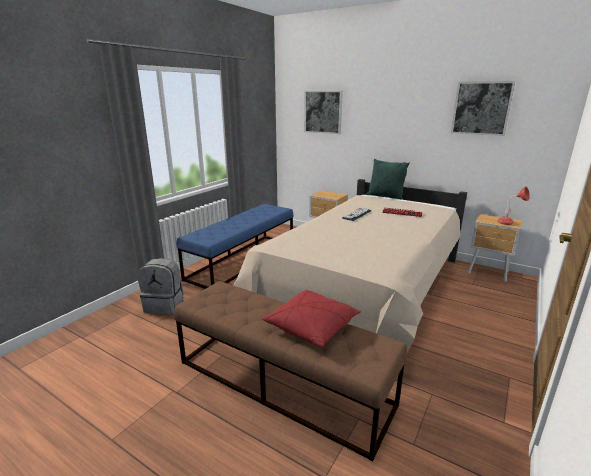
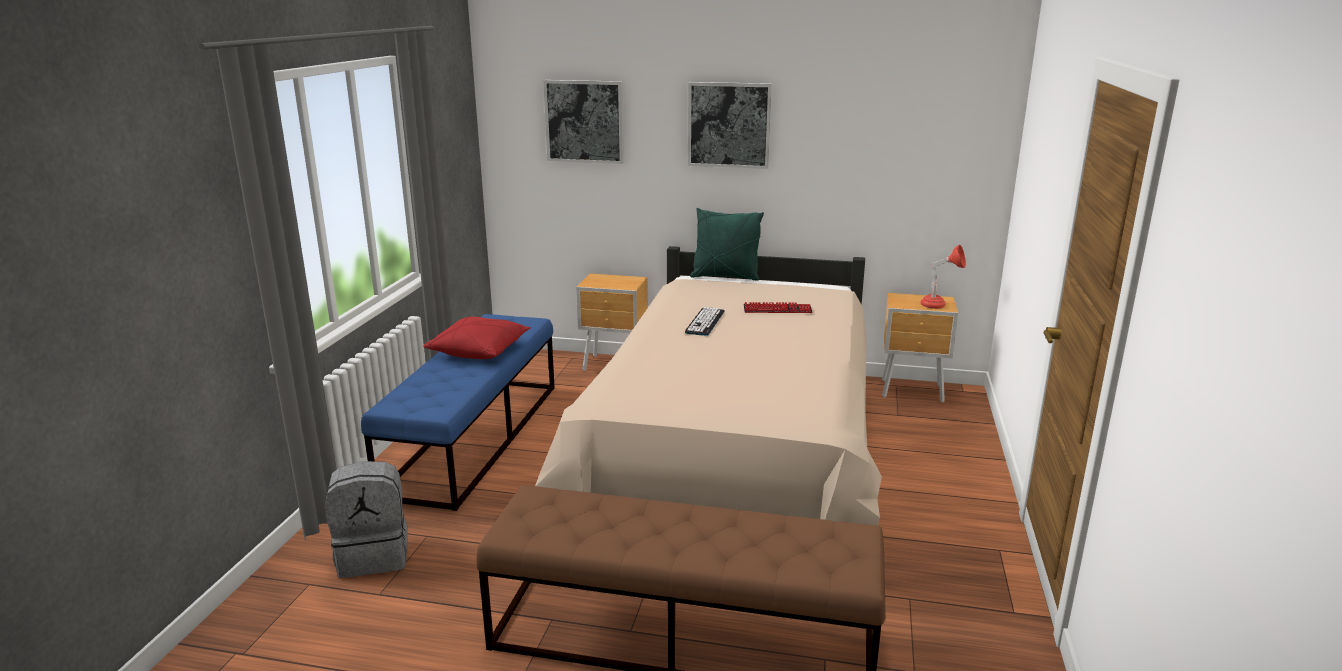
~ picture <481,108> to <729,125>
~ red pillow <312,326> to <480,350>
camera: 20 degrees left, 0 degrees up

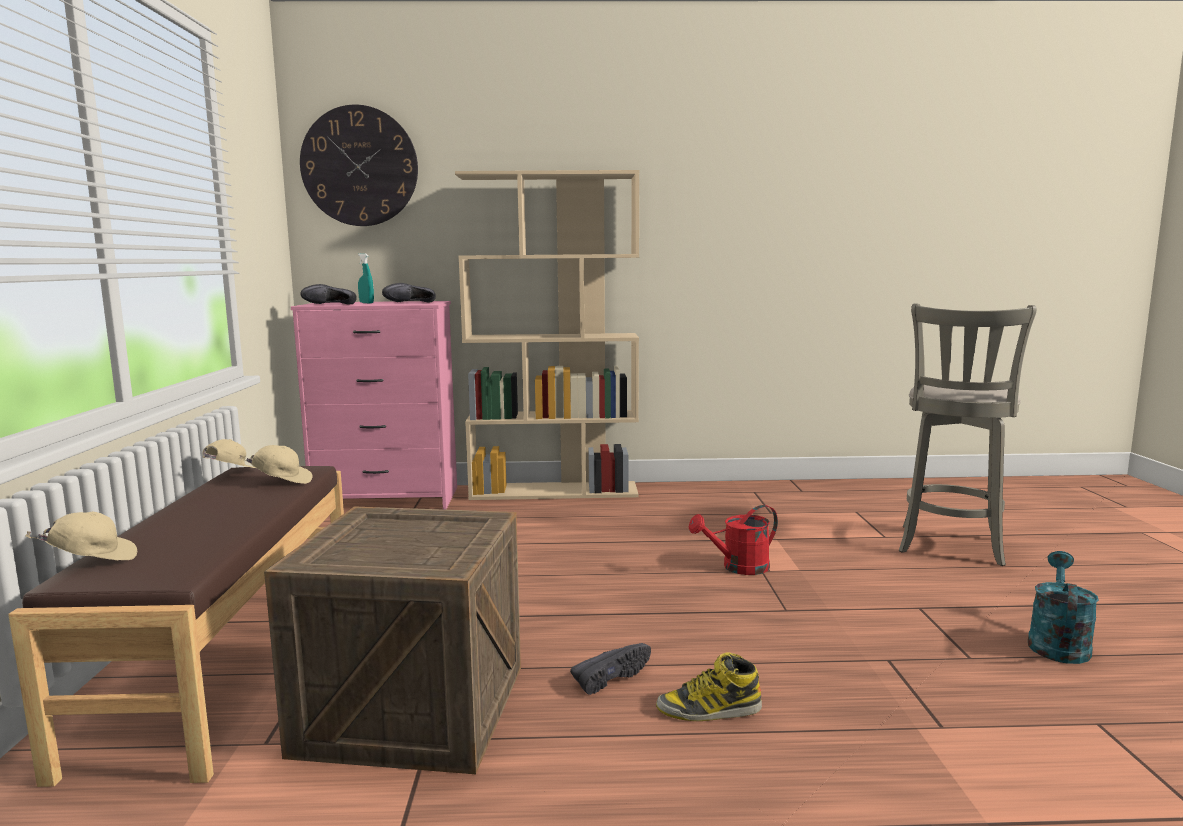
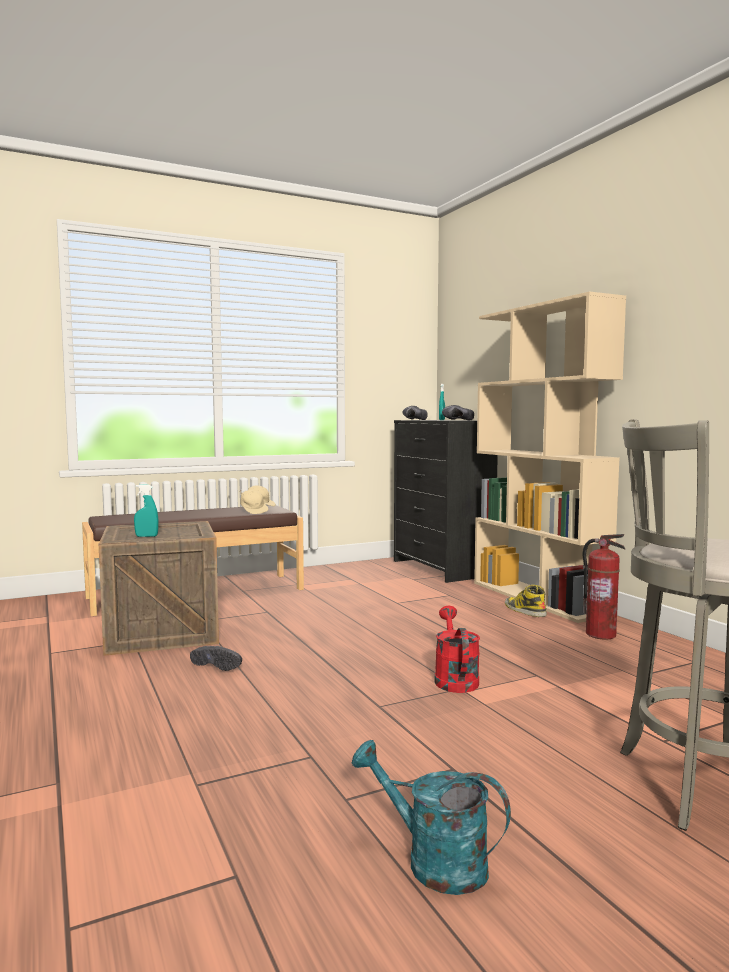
- wall clock <359,166>
~ pink dresser <386,499> to black dresser <441,568>
~ red watering can <738,568> = <454,679> 45 degrees clockwise
- beige cap <93,560>
~ turquoise watering can <1057,643> = <433,861> 150 degrees counterclockwise
~ boot <709,710> to <524,610>
+ turquoise spray bottle <146,536>
+ fire extinguisher <601,634>
camera: 65 degrees right, 5 degrees down

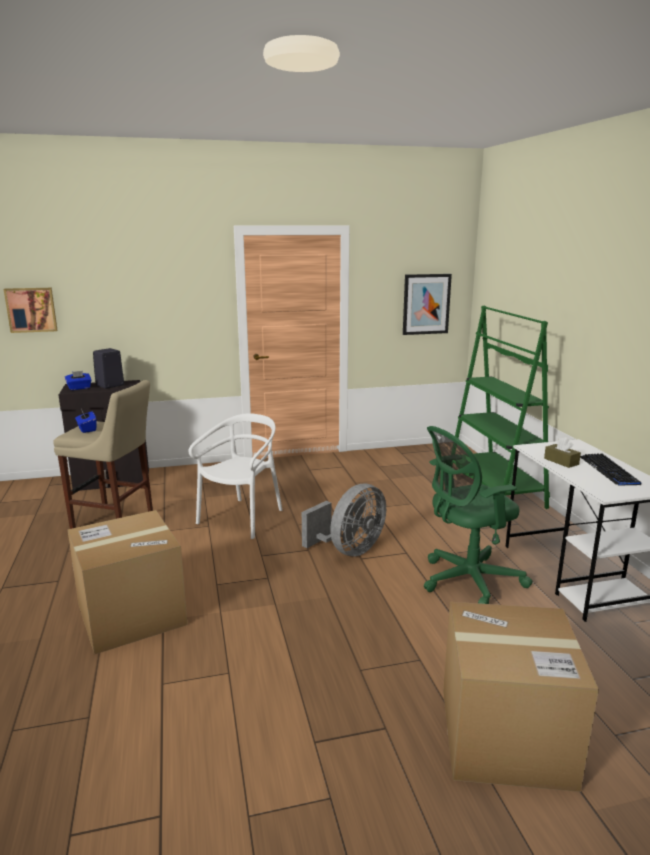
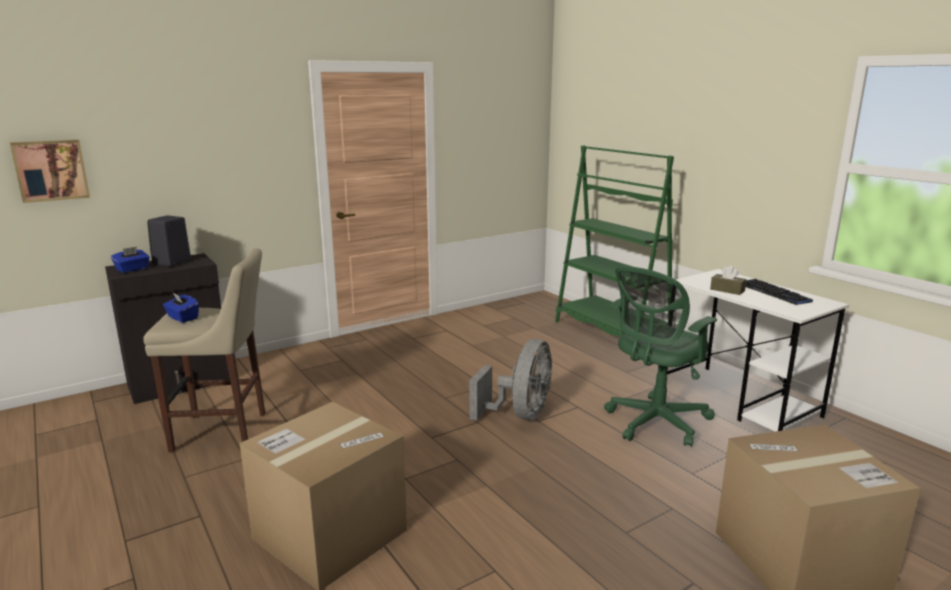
- picture <426,304>
- white chair <242,518>
camera: 20 degrees left, 0 degrees up

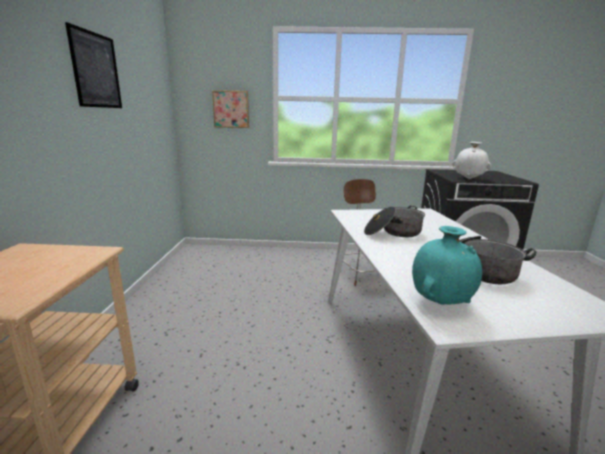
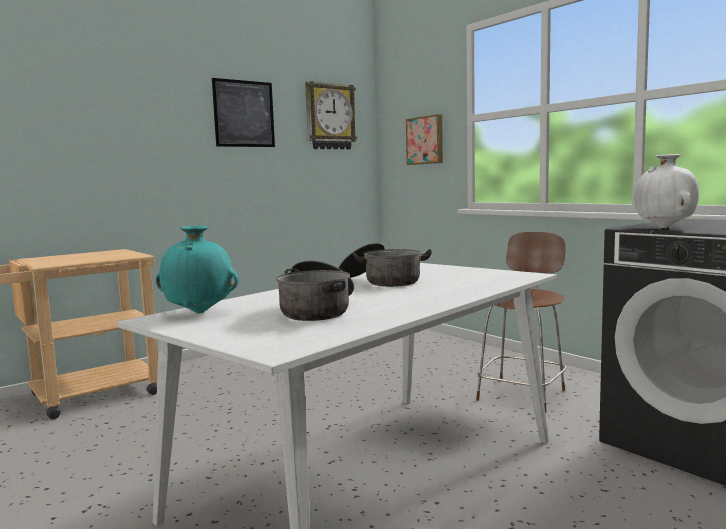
+ wall clock <329,117>
camera: 50 degrees right, 10 degrees down

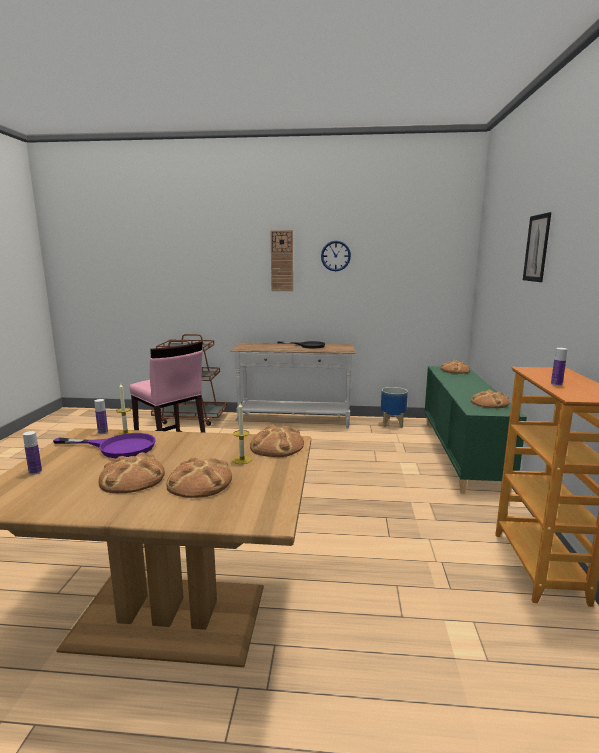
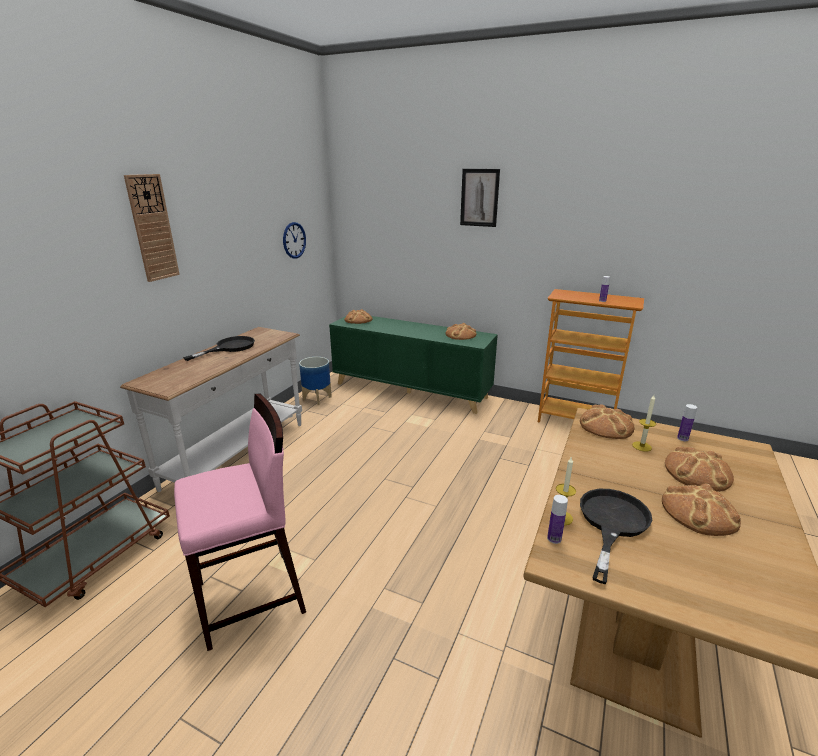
~ wall clock <335,256> to <294,240>
~ bottle <35,472> to <682,438>
~ purple frying pan <118,447> to black frying pan <611,523>
camera: 70 degrees left, 10 degrees up

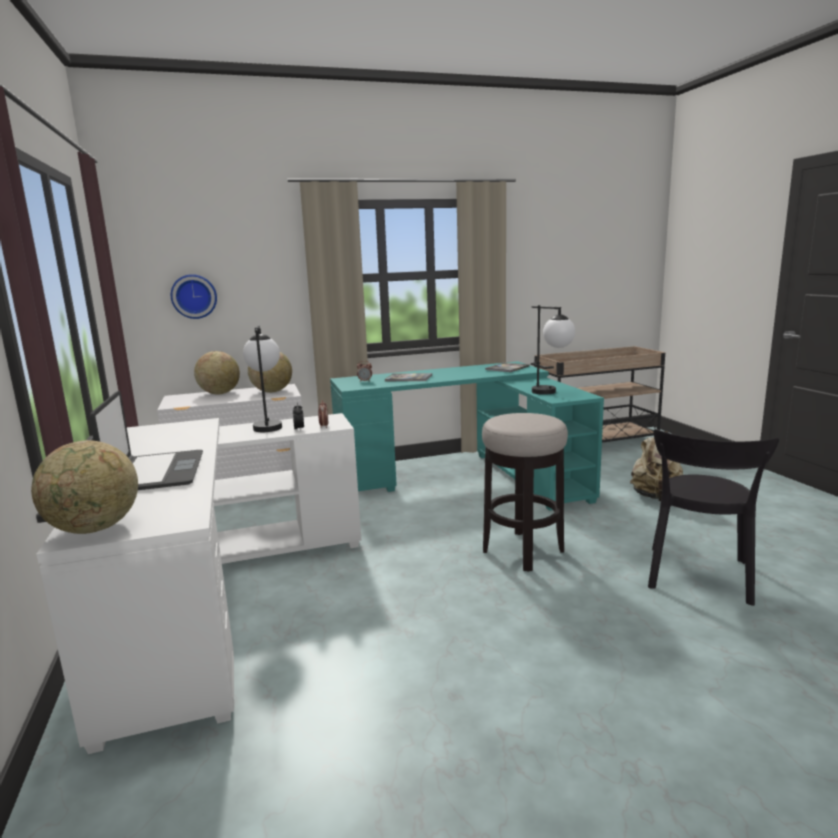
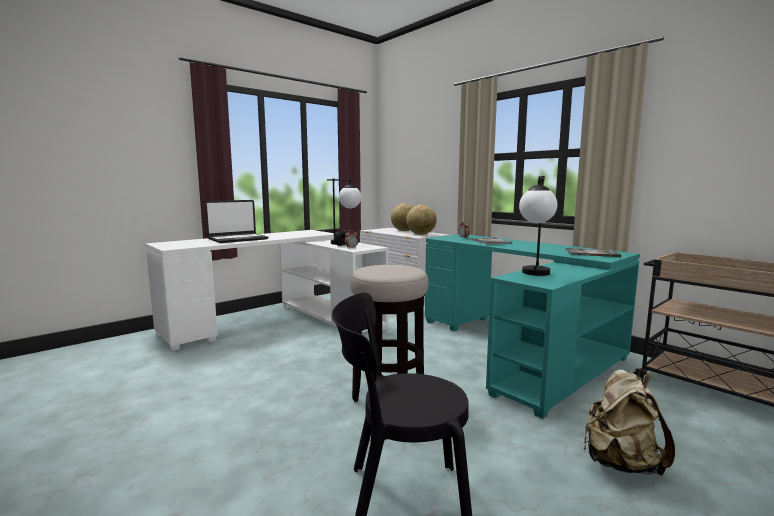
- wall clock <194,296>
- globe <95,529>
camera: 65 degrees right, 5 degrees down

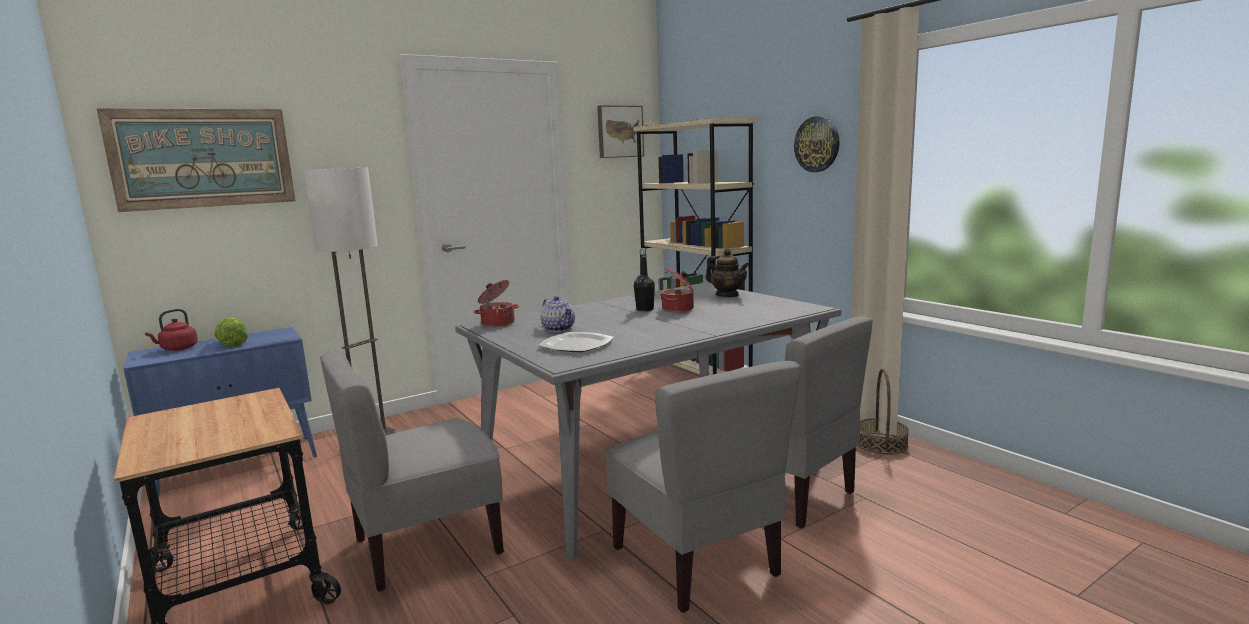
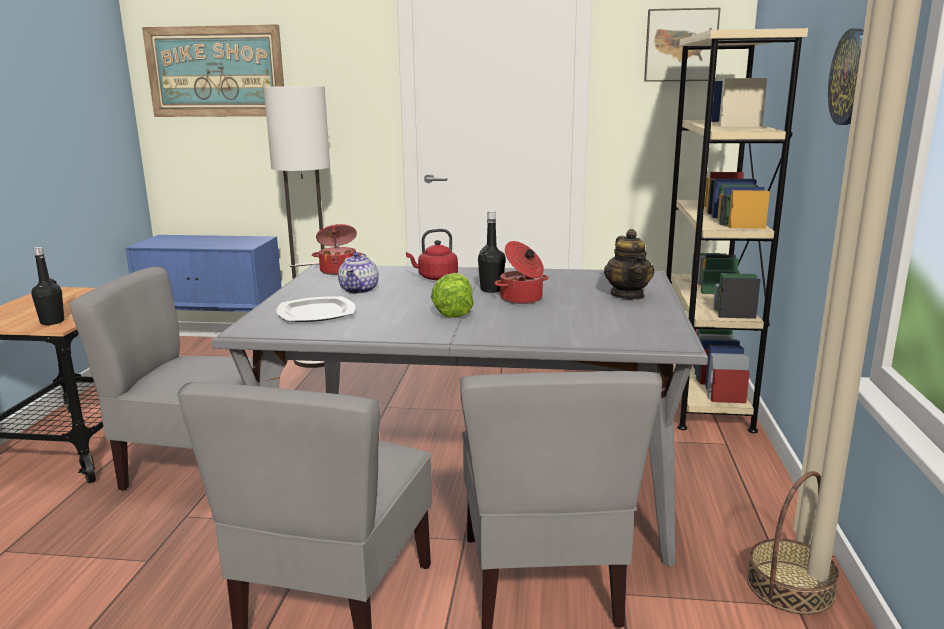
~ red kettle <177,349> to <435,278>
~ lettuce <231,344> to <453,311>
+ black bottle <52,322>
camera: 40 degrees right, 5 degrees up

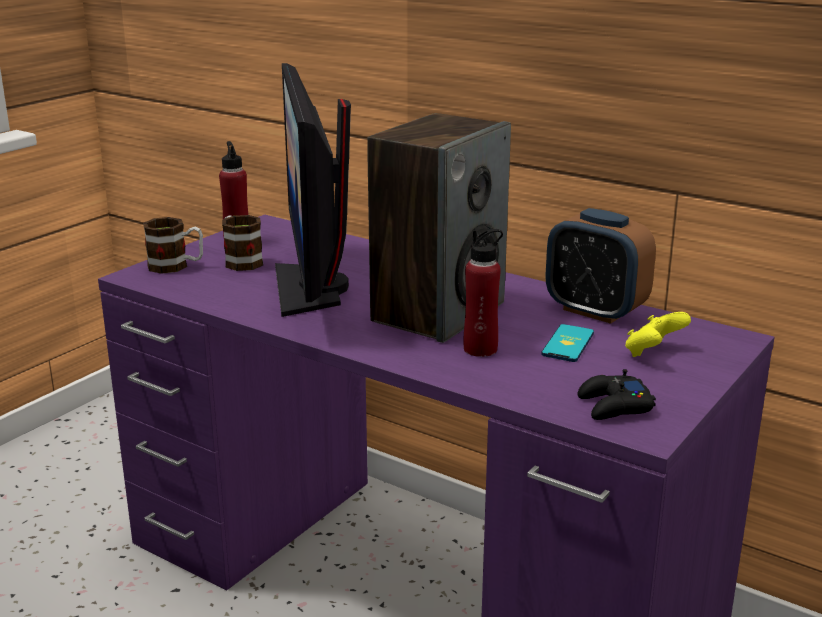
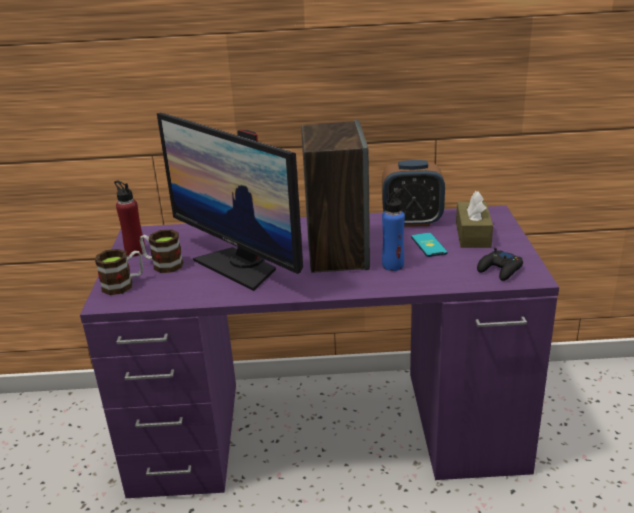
~ red bottle <480,349> to blue bottle <393,265>
~ yellow game controller <653,353> to brown tissue box <473,235>
camera: 35 degrees left, 5 degrees up

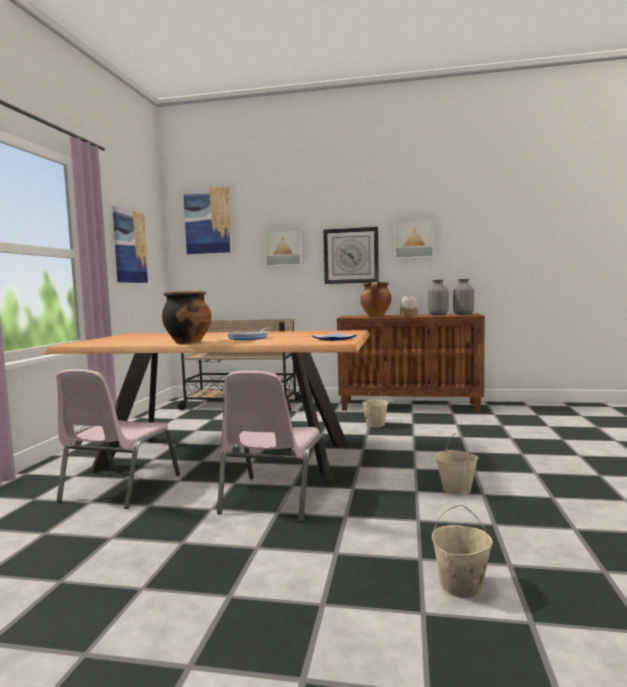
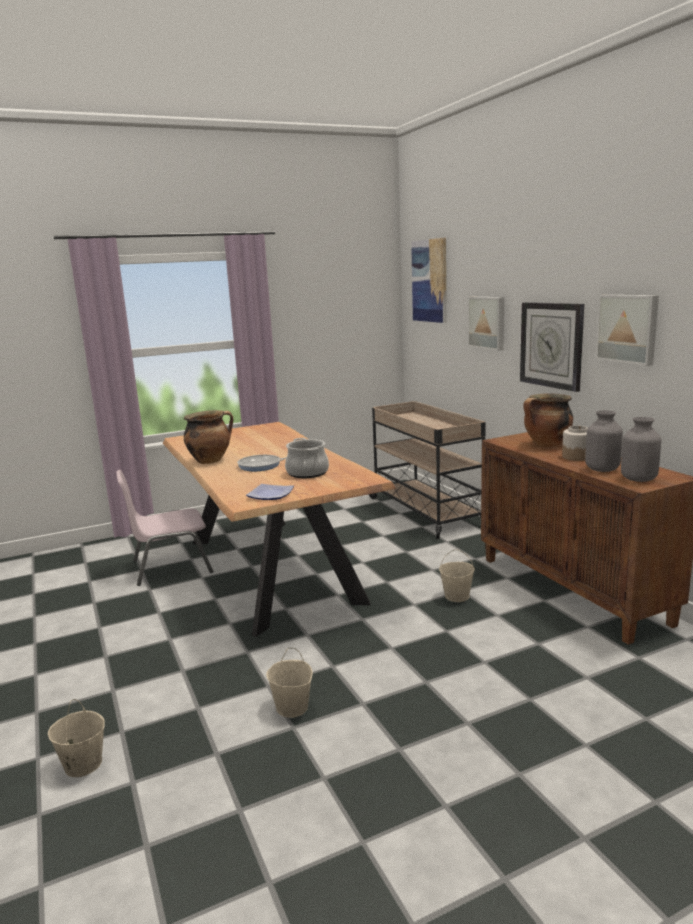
- picture <130,246>
- pink chair <273,499>
+ cooking pot <307,473>
camera: 55 degrees right, 10 degrees up

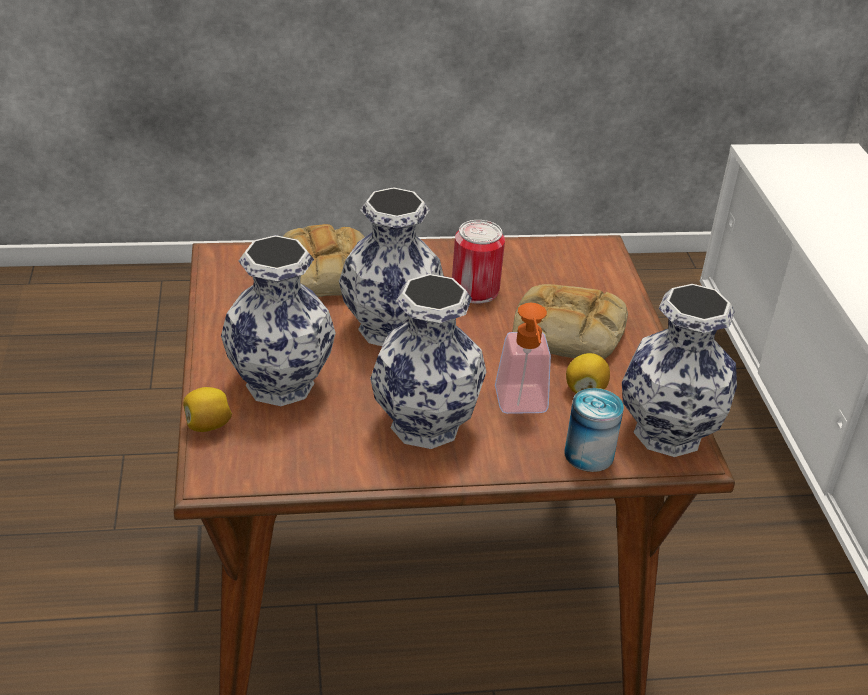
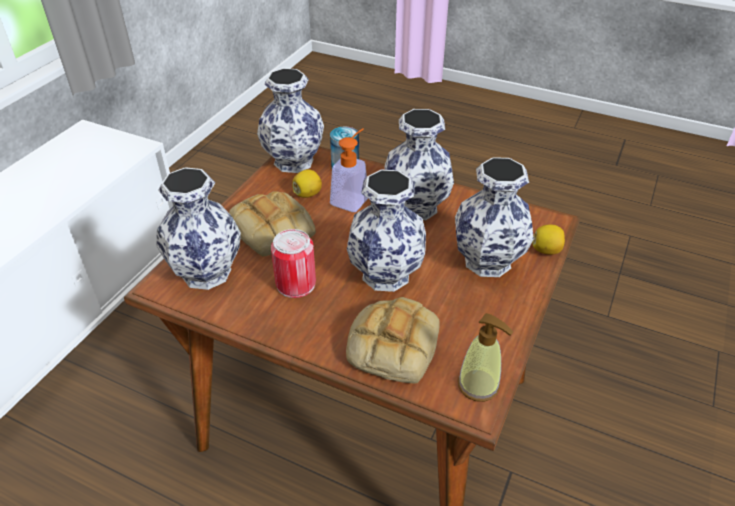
+ vase <205,273>
+ soap dispenser <478,385>
camera: 145 degrees left, 5 degrees up

